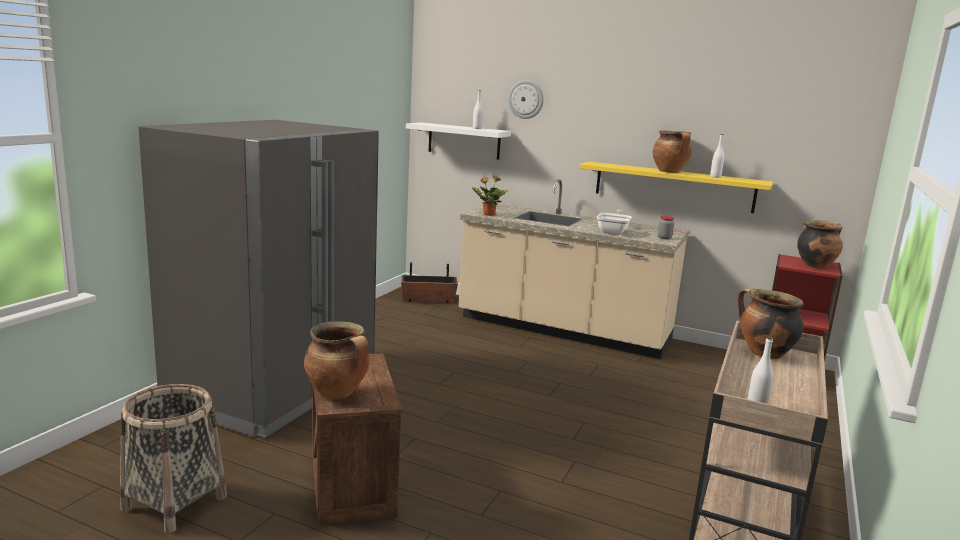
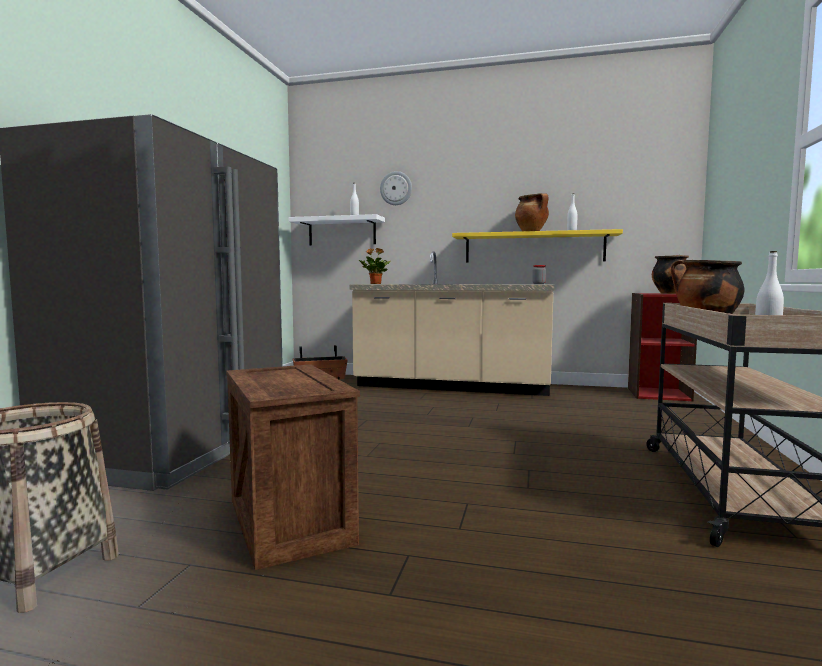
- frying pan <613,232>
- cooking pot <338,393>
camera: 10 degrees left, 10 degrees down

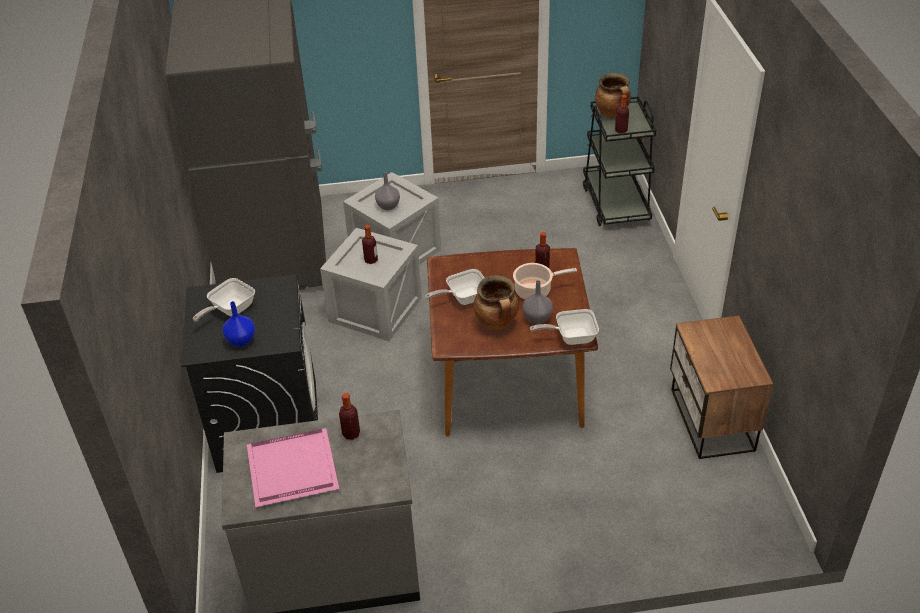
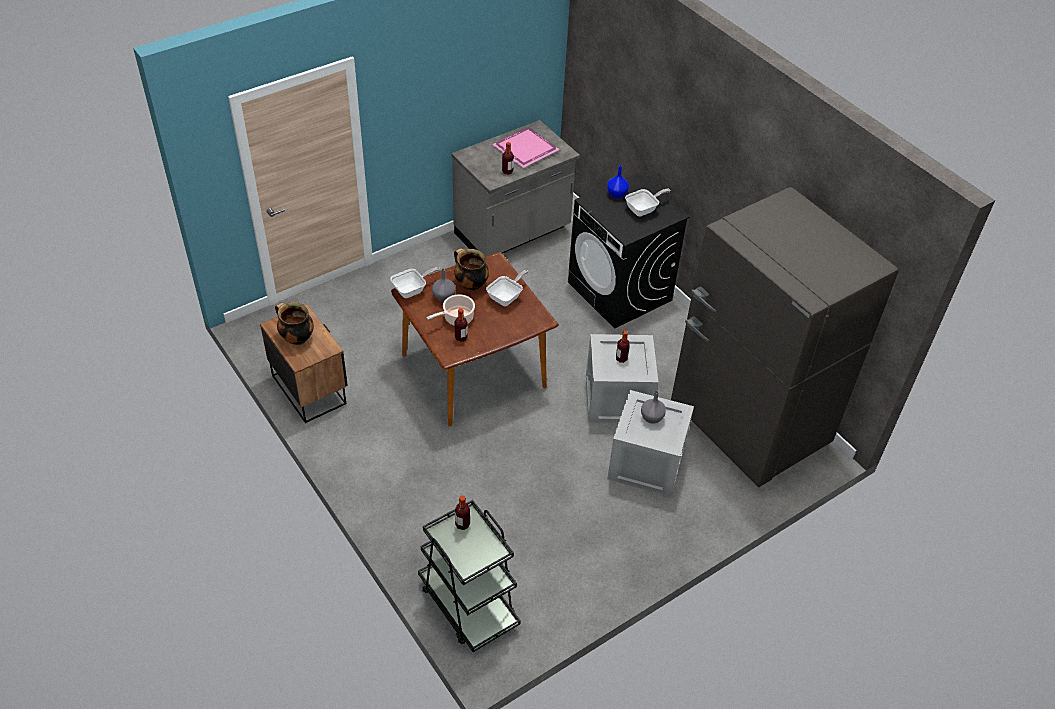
~ cooking pot <612,114> to <296,338>
~ frying pan <230,310> = <643,210> 45 degrees clockwise
camera: 150 degrees right, 5 degrees up

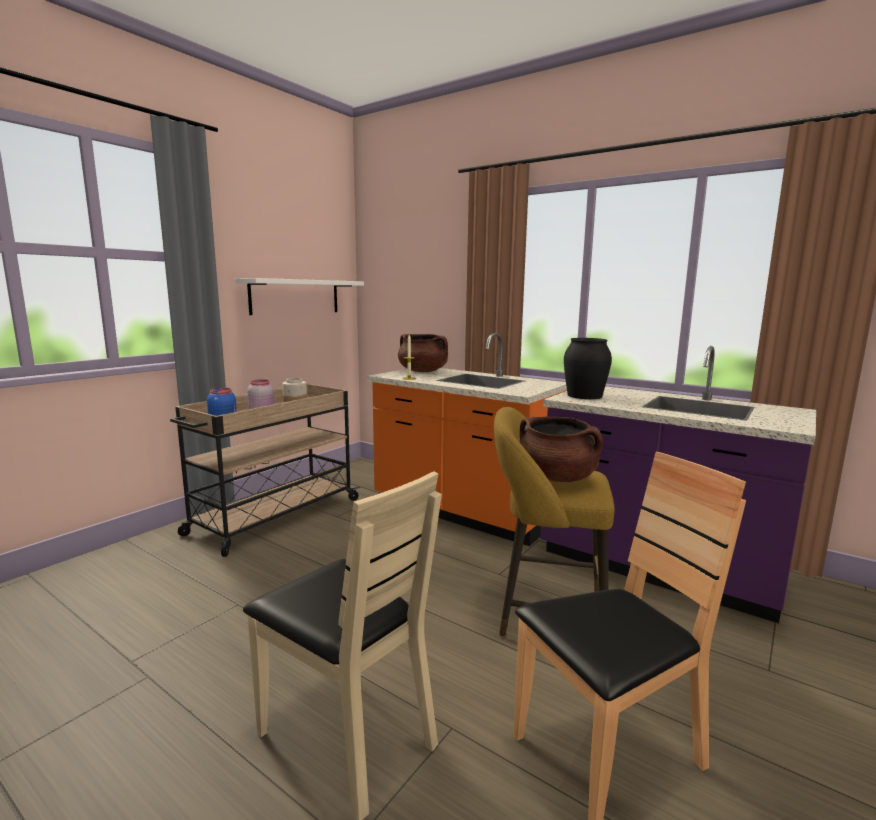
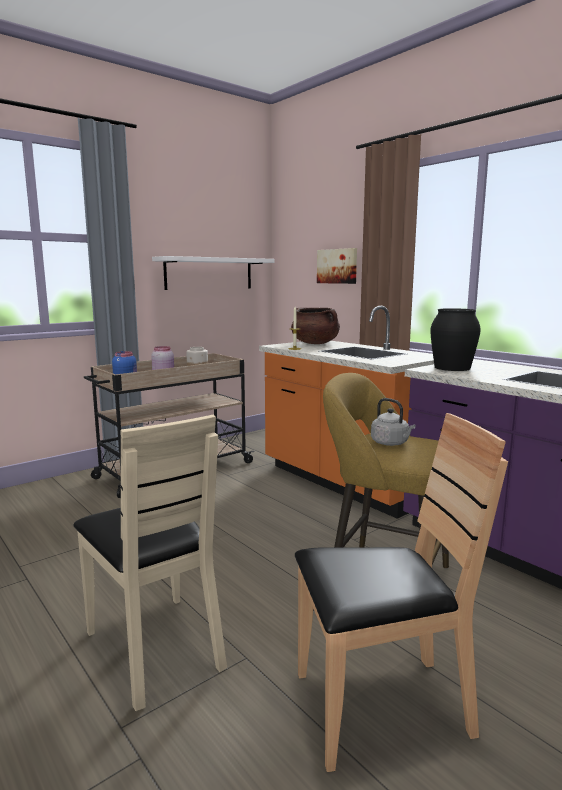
~ brown cooking pot <556,478> to grey kettle <391,443>
+ picture <337,266>
camera: 15 degrees right, 0 degrees up

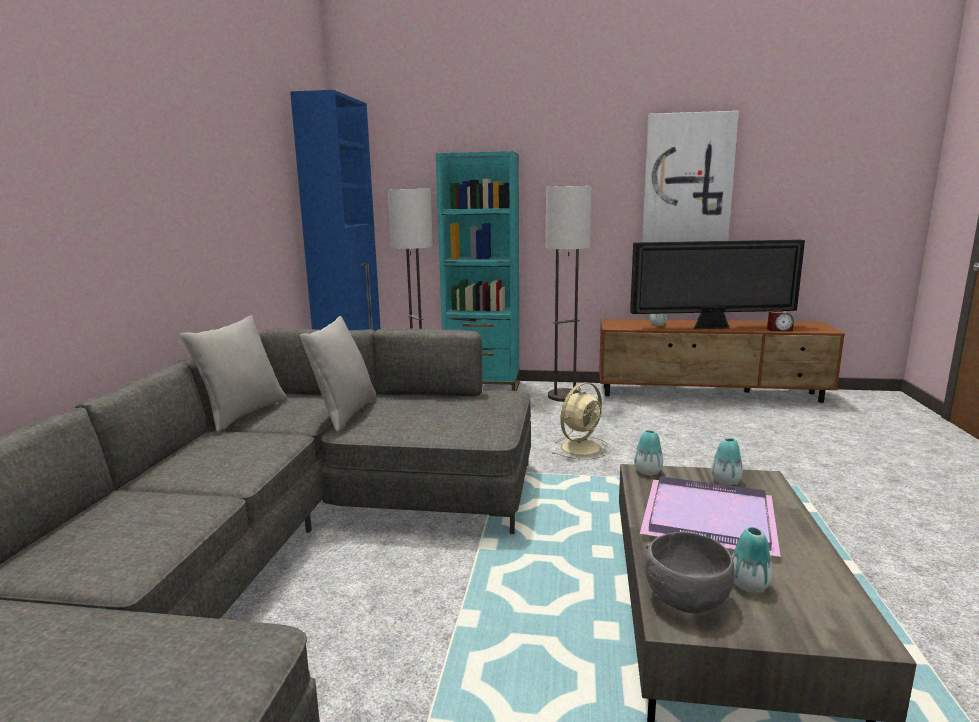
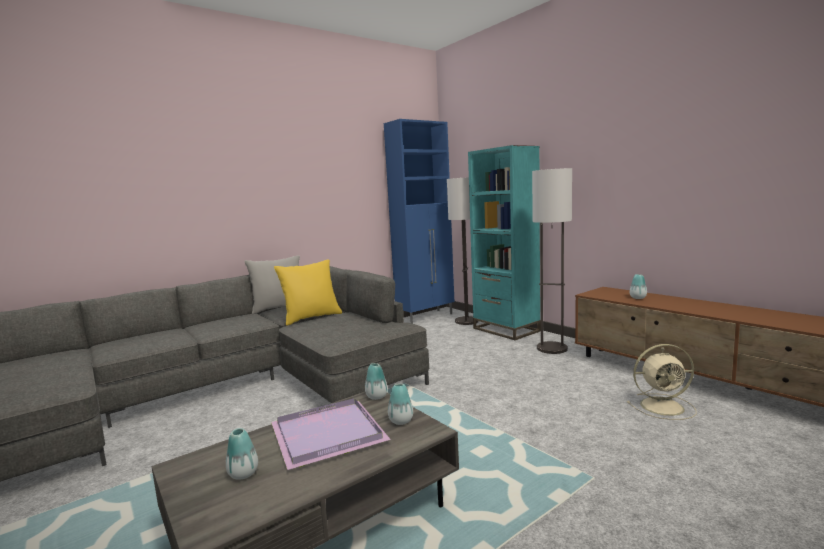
- picture <687,181>
- television <712,327>
- alarm clock <779,330>
~ grey pillow <344,414> to yellow pillow <311,318>
~ beige fan <582,447> to <663,406>
- grey bowl <686,598>
camera: 45 degrees right, 5 degrees down

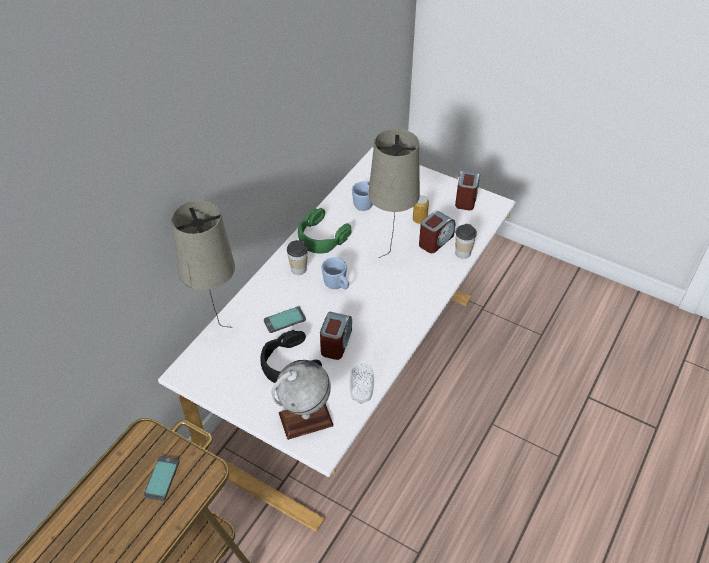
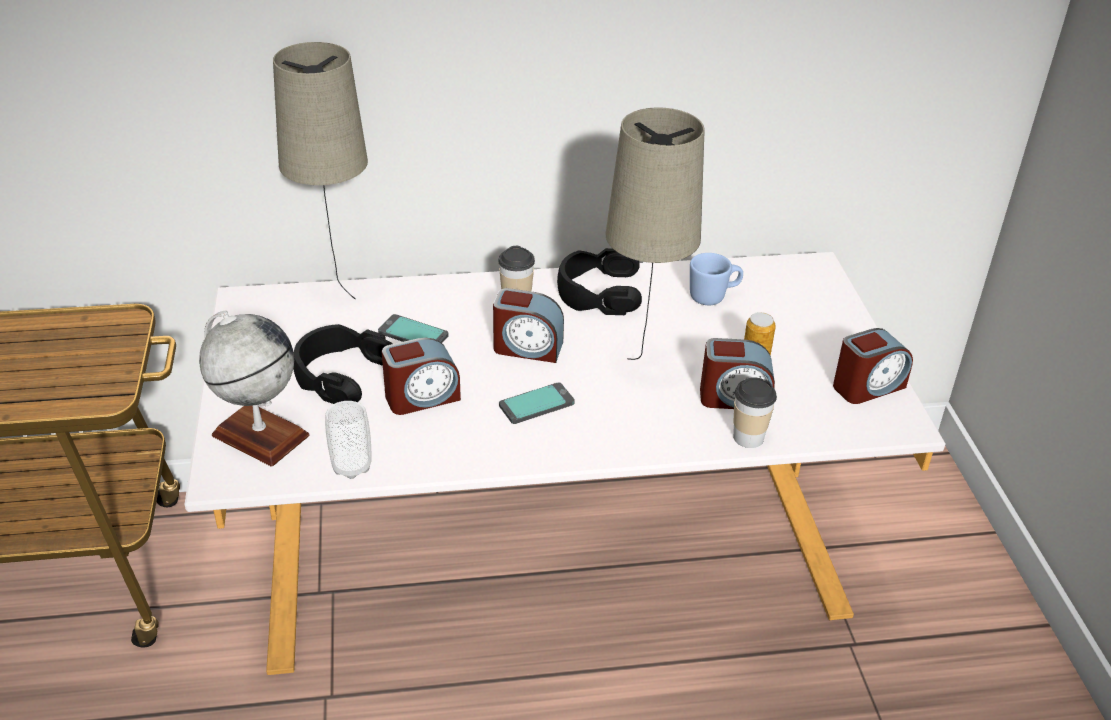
~ green headphones <321,237> to black headphones <598,292>
~ blue mug <337,285> to alarm clock <527,348>
~ phone <161,478> to <536,404>
camera: 50 degrees right, 10 degrees down

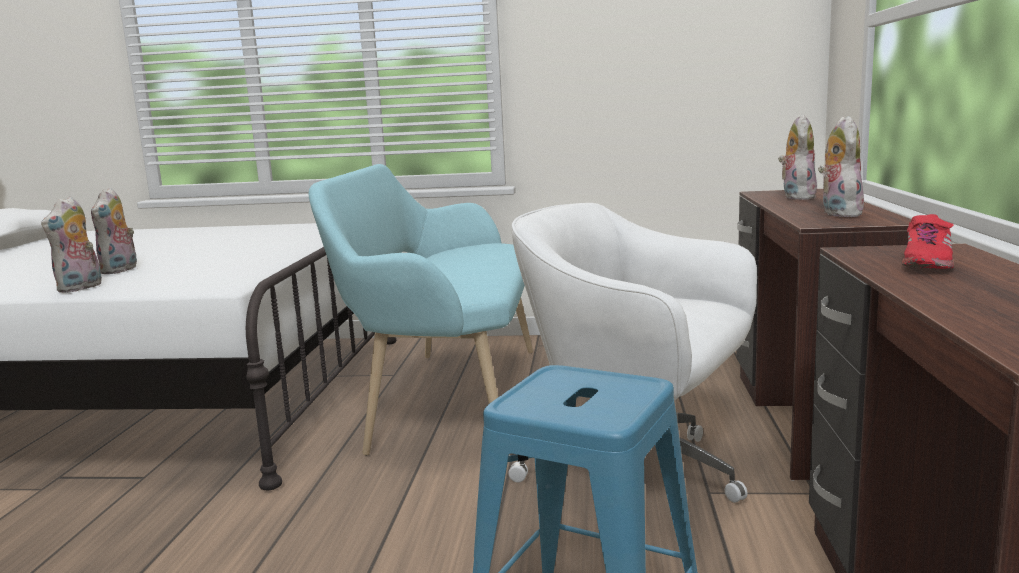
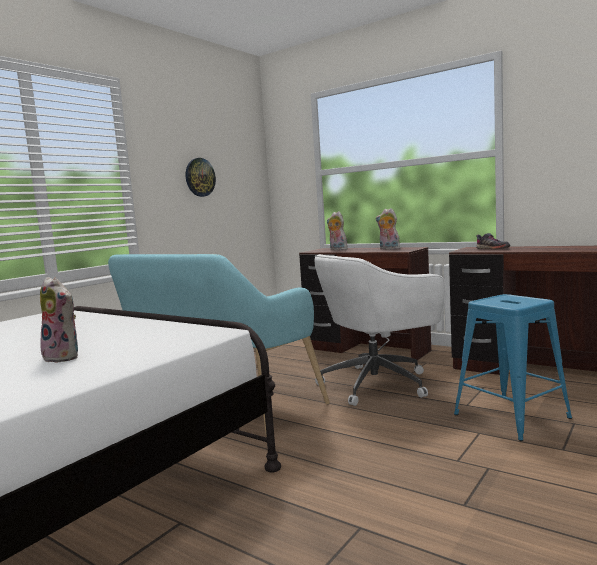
- plush toy <81,288>
~ red shoe <926,263> to grey shoe <492,249>
+ wall clock <199,177>
camera: 60 degrees left, 5 degrees down

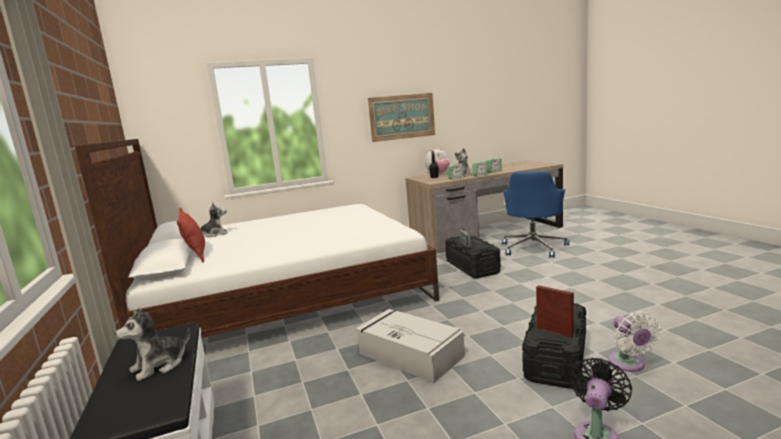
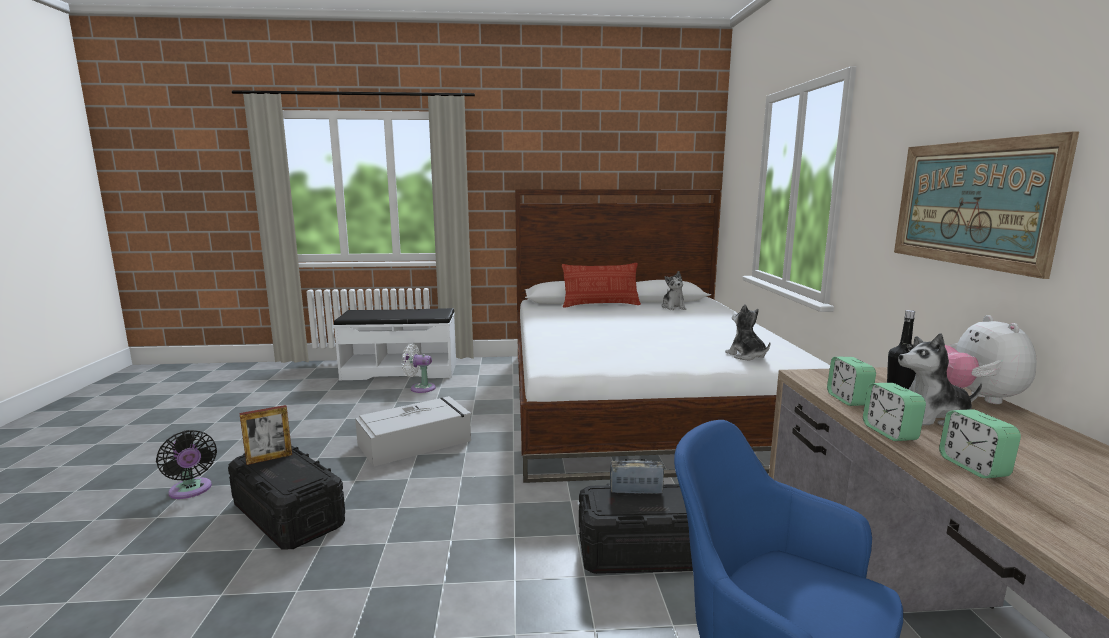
~ plush toy <159,365> to <746,356>
~ white fan <628,364> to <420,388>
camera: 105 degrees right, 0 degrees up

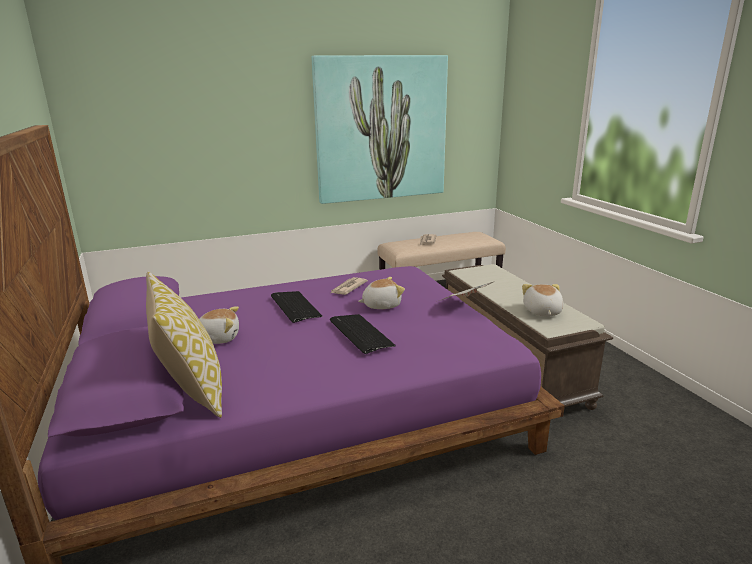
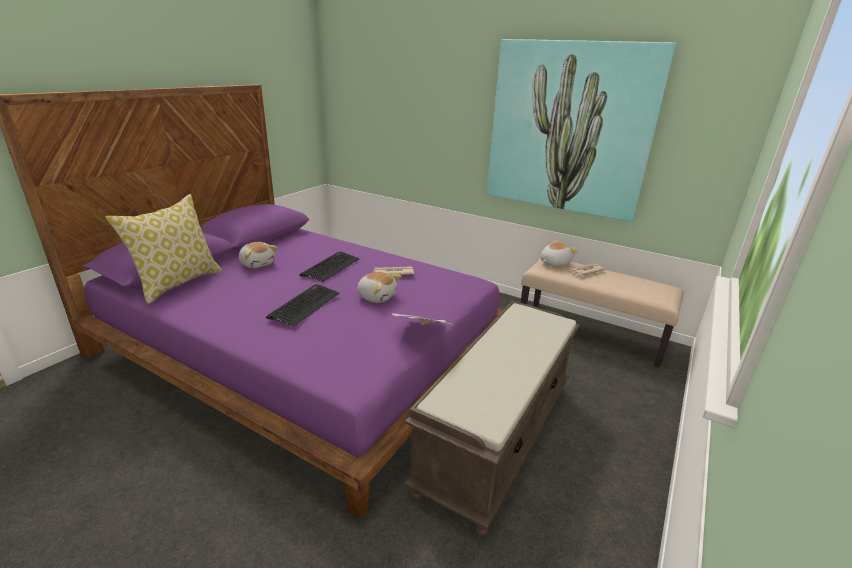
~ plush toy <542,312> to <554,263>
camera: 50 degrees right, 5 degrees up

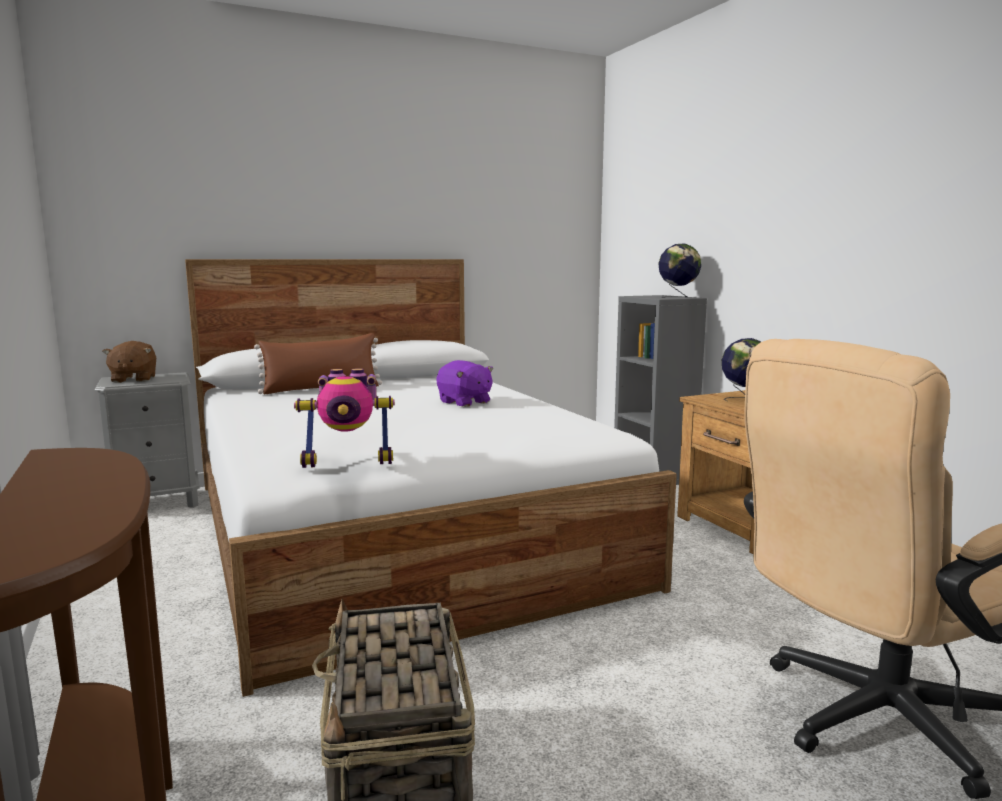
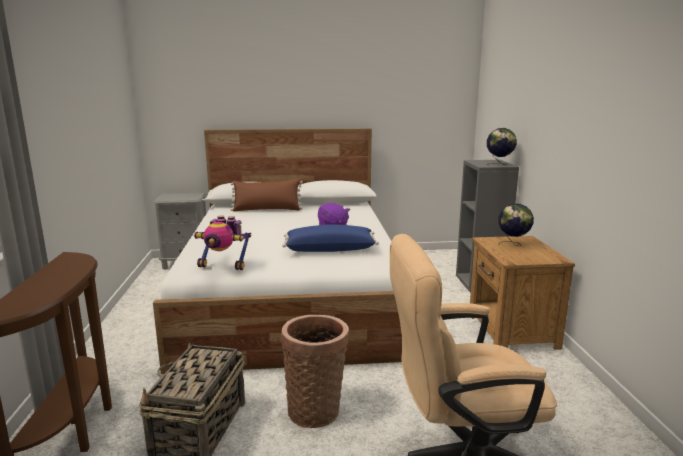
- brown plush toy <133,379>
+ blue pillow <330,249>
+ basket <316,409>
camera: 20 degrees right, 5 degrees up

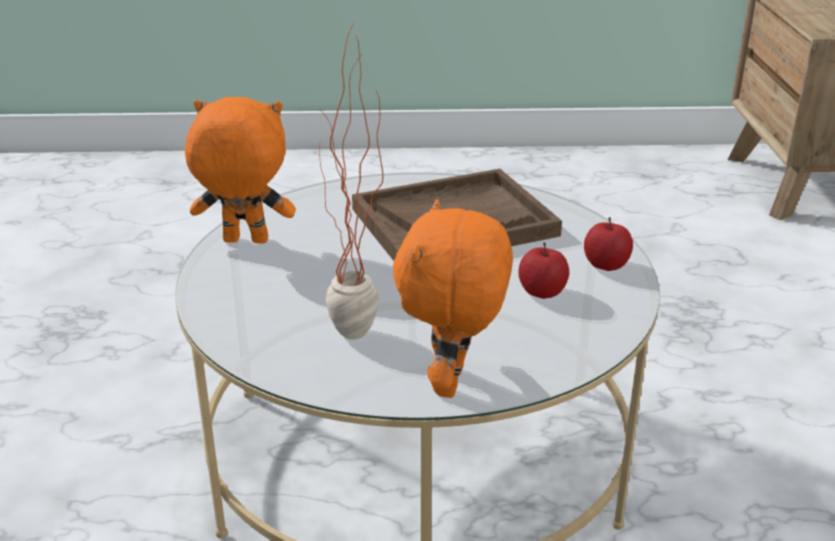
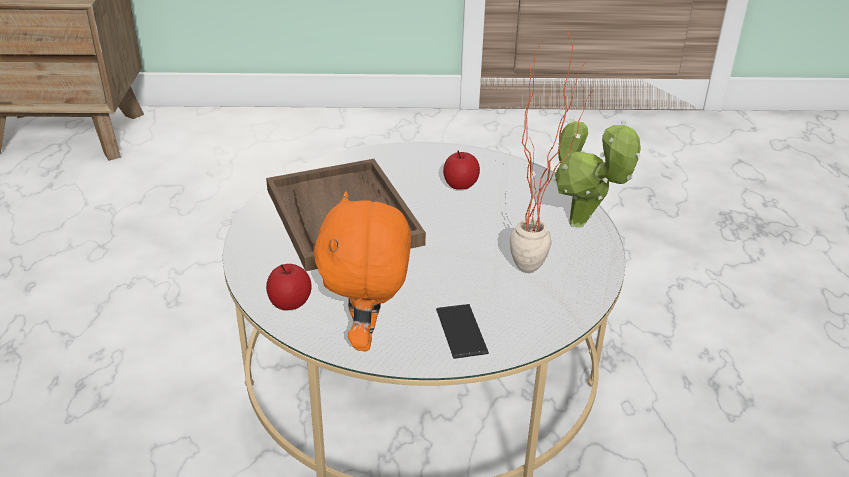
~ orange plush toy <453,383> to potted plant <582,226>
~ apple <606,265> to <290,303>
+ phone <461,331>
camera: 90 degrees left, 5 degrees up

